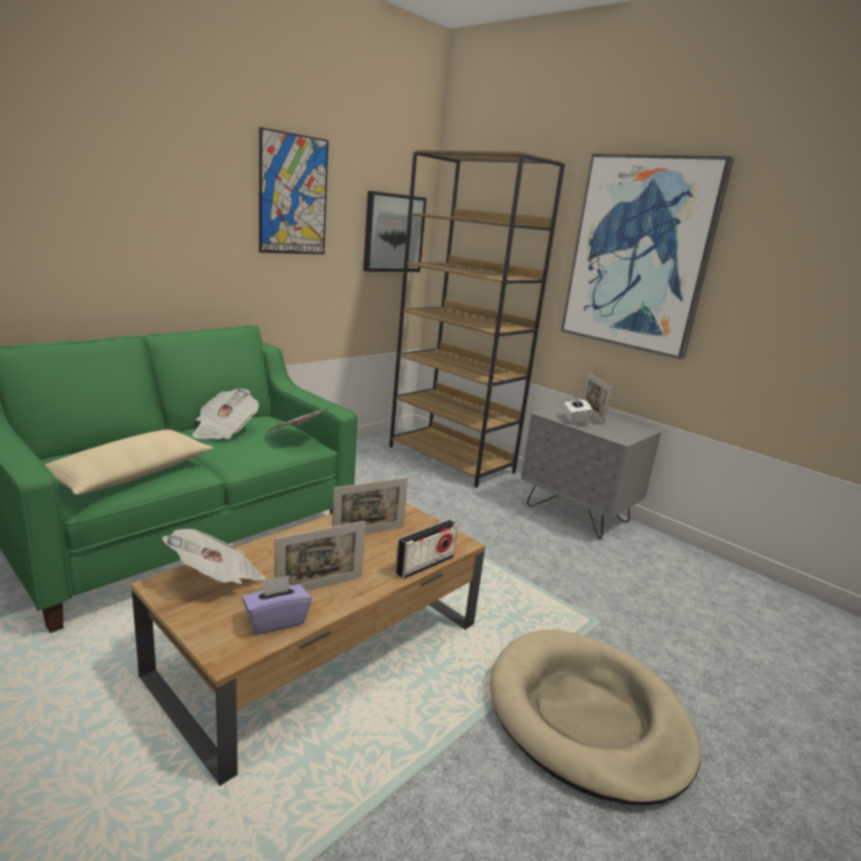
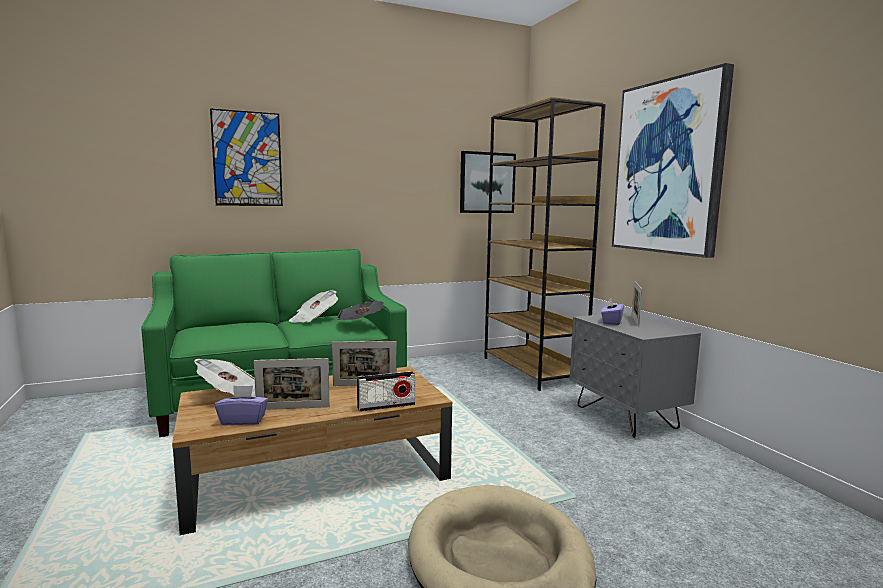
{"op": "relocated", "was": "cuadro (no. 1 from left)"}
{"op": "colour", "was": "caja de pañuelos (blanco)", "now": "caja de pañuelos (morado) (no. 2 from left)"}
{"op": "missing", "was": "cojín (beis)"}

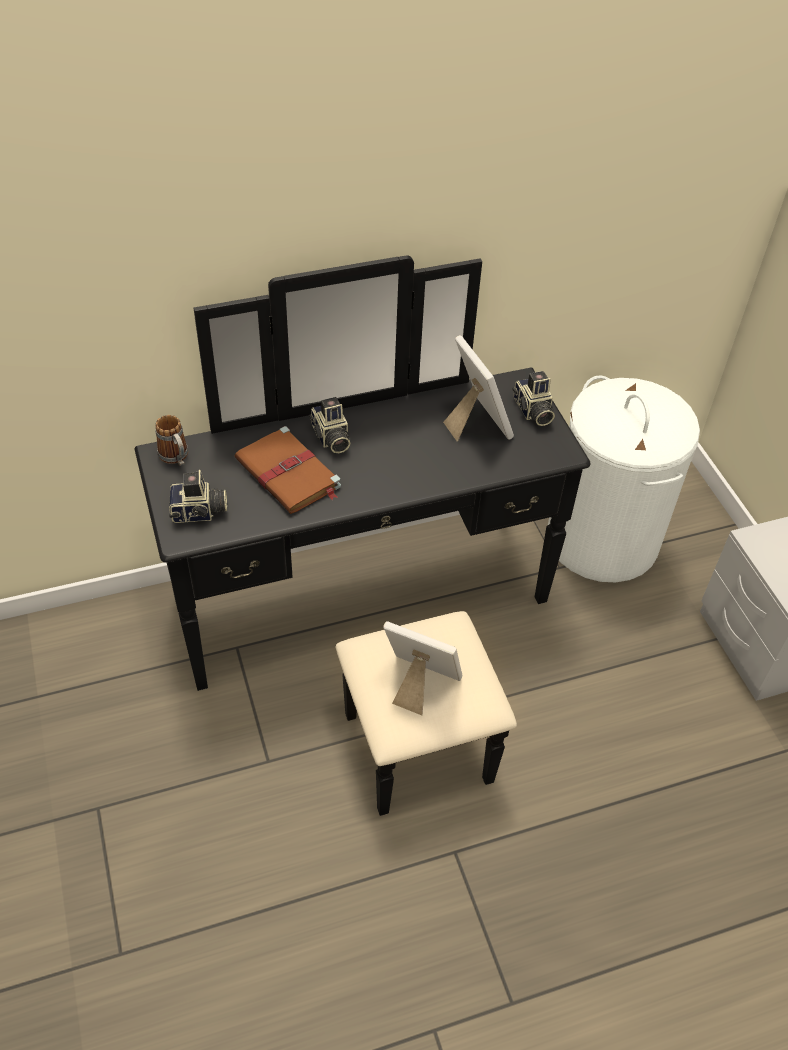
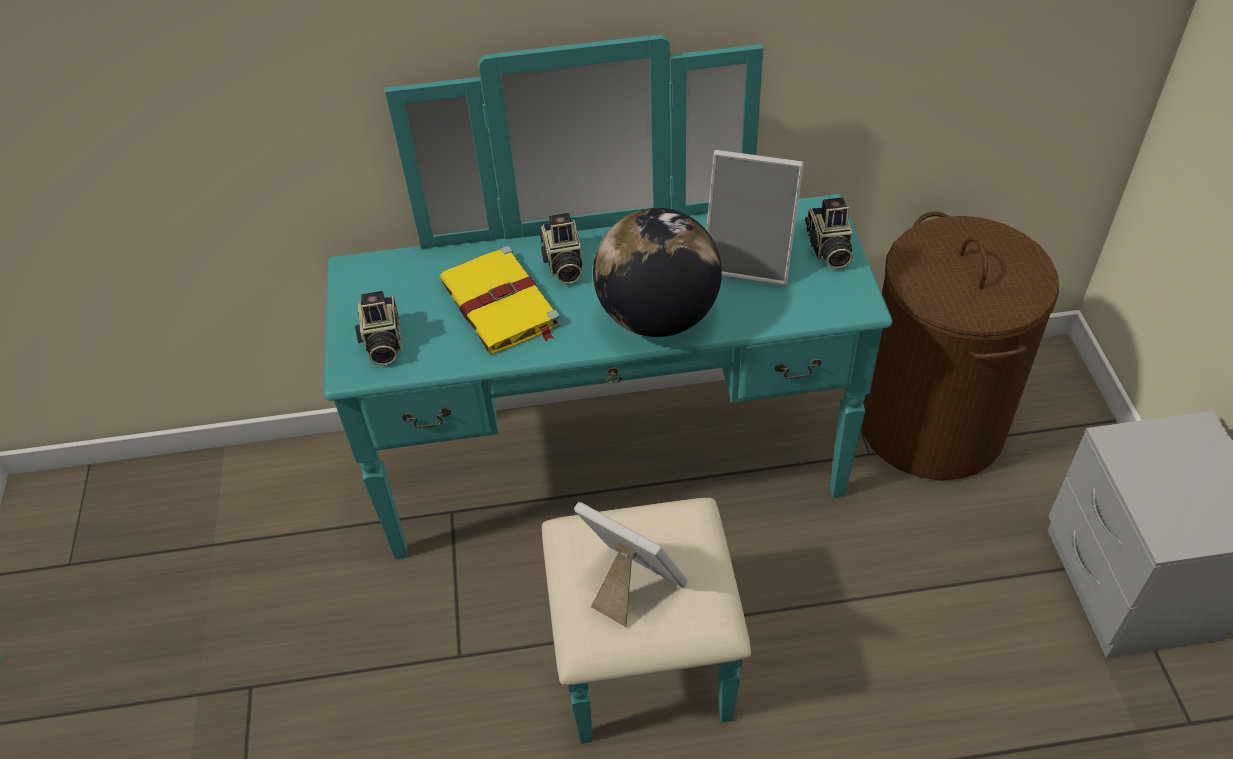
{"op": "colour", "was": "cómoda (negro)", "now": "cómoda (turquesa)"}
{"op": "spun", "was": "cámara (no. 1 from left)", "clockwise": 75}
{"op": "colour", "was": "libro (marrón)", "now": "libro (amarillo)"}
{"op": "appeared", "now": "globo terráqueo"}
{"op": "spun", "was": "portarretratos (no. 2 from left)", "clockwise": 120}
{"op": "colour", "was": "cesto de la ropa (blanco)", "now": "cesto de la ropa (marrón)"}
{"op": "missing", "was": "taza grande"}

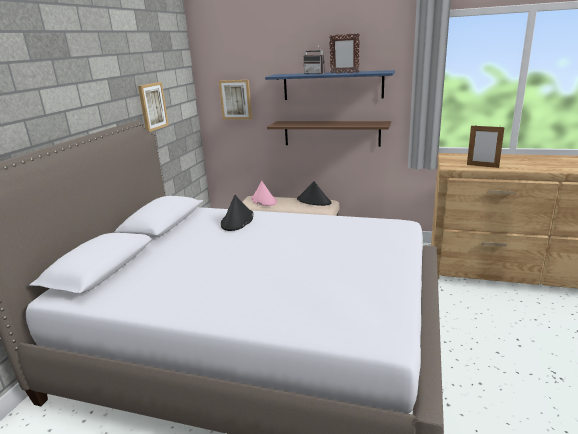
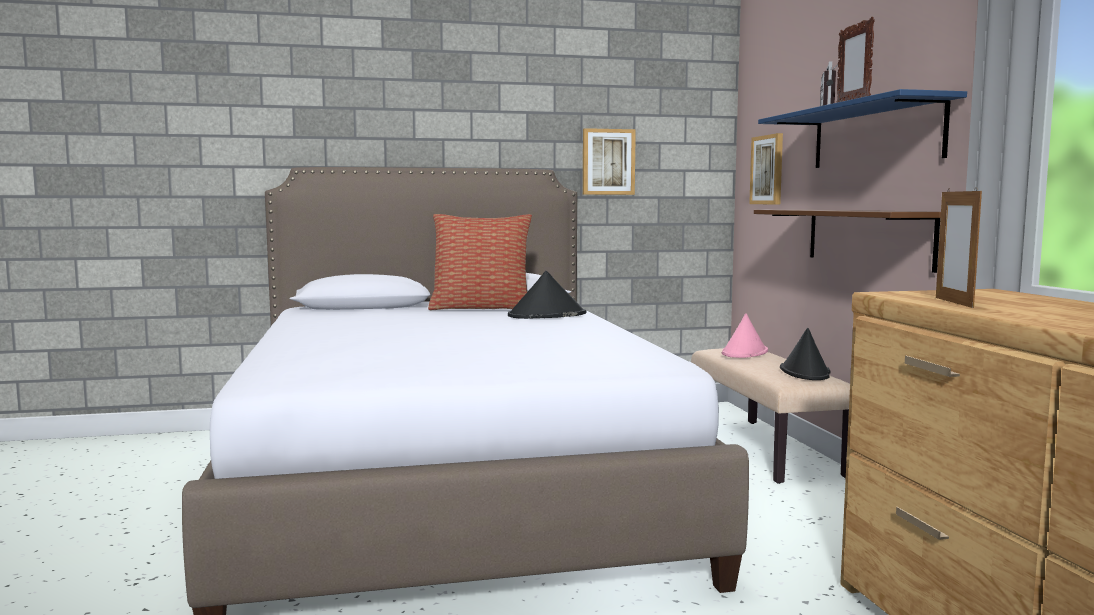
{"op": "appeared", "now": "cojín"}

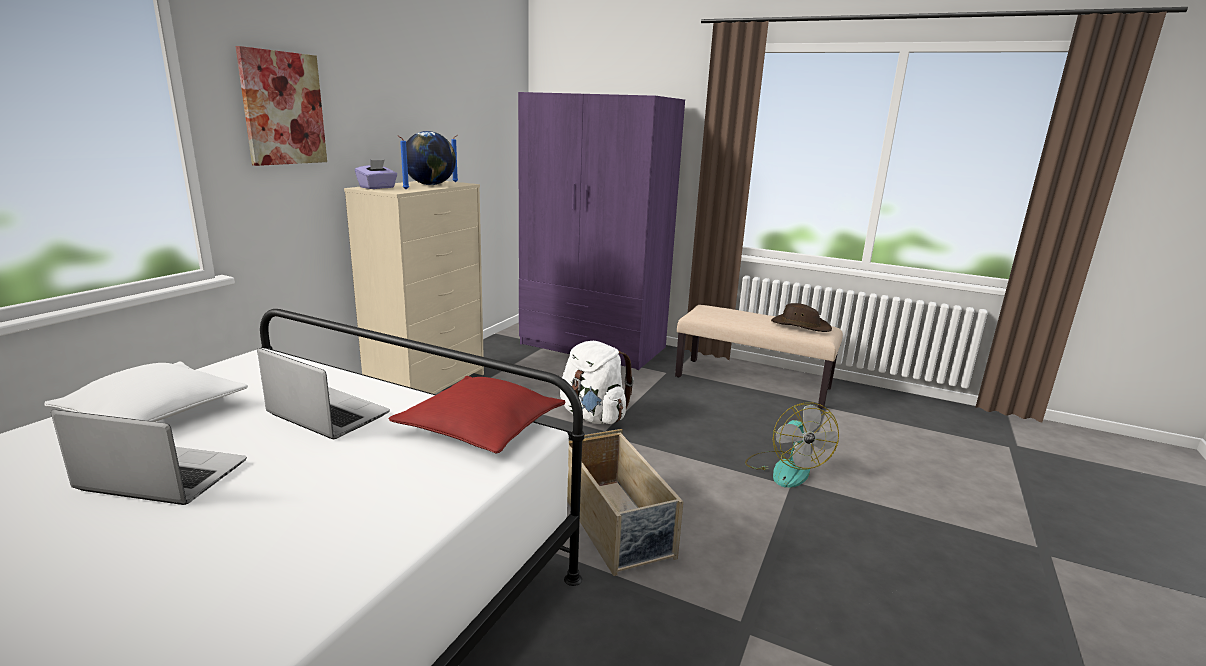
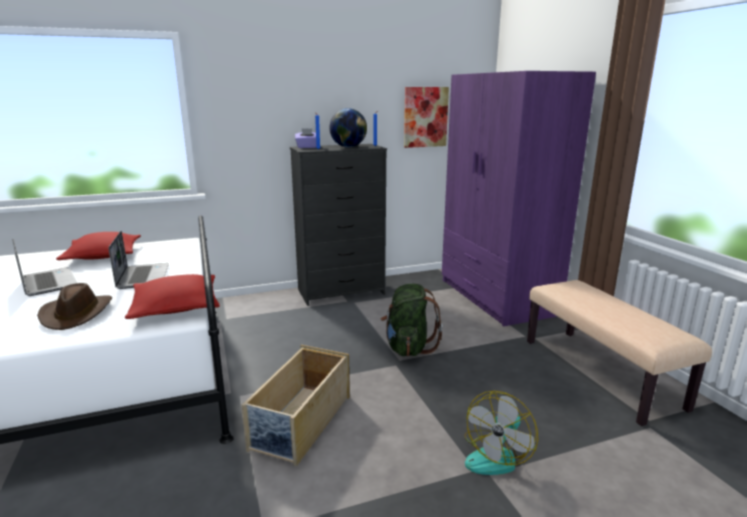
{"op": "relocated", "was": "sombrero (marrón)"}
{"op": "colour", "was": "cojín (blanco)", "now": "cojín (rojo) (no. 1 from left)"}
{"op": "colour", "was": "cómoda (beis)", "now": "cómoda (negro)"}
{"op": "colour", "was": "mochila (blanco)", "now": "mochila (verde)"}
{"op": "relocated", "was": "cuadro"}

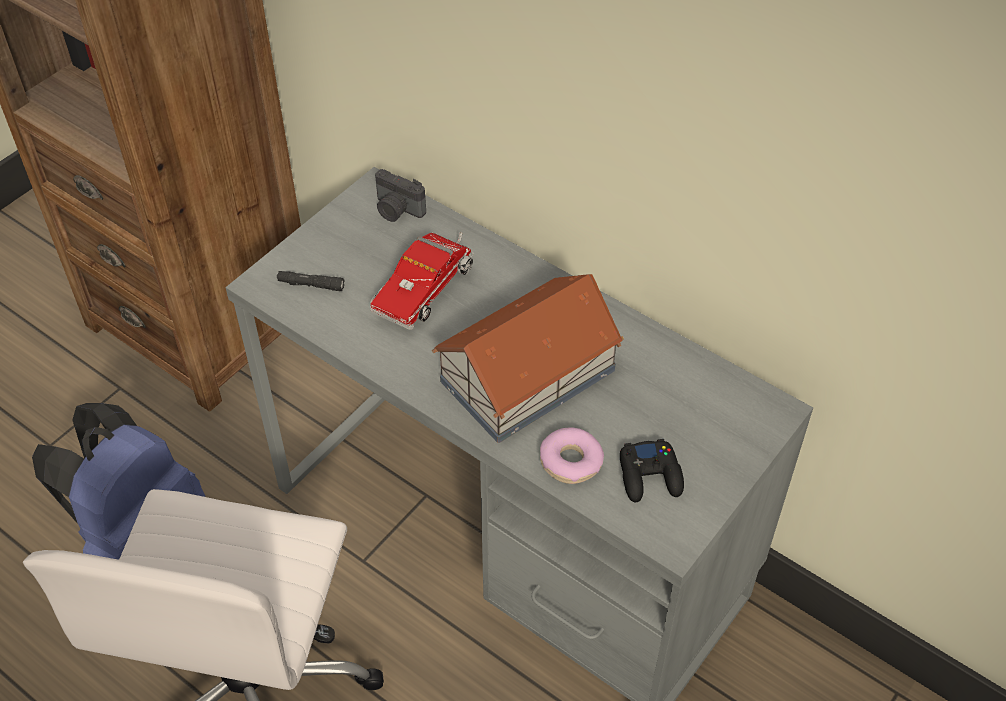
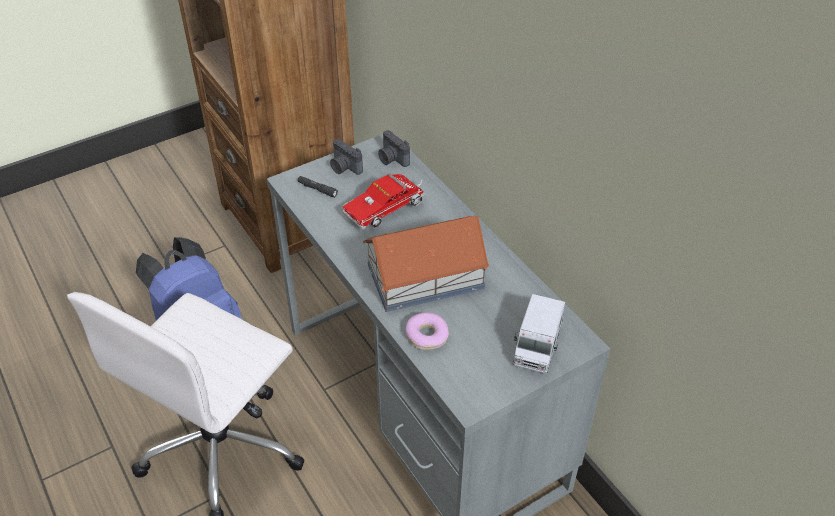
{"op": "appeared", "now": "cámara (no. 1 from left)"}
{"op": "appeared", "now": "camión de juguete (no. 2 from left)"}
{"op": "missing", "was": "mando de consola (negro)"}

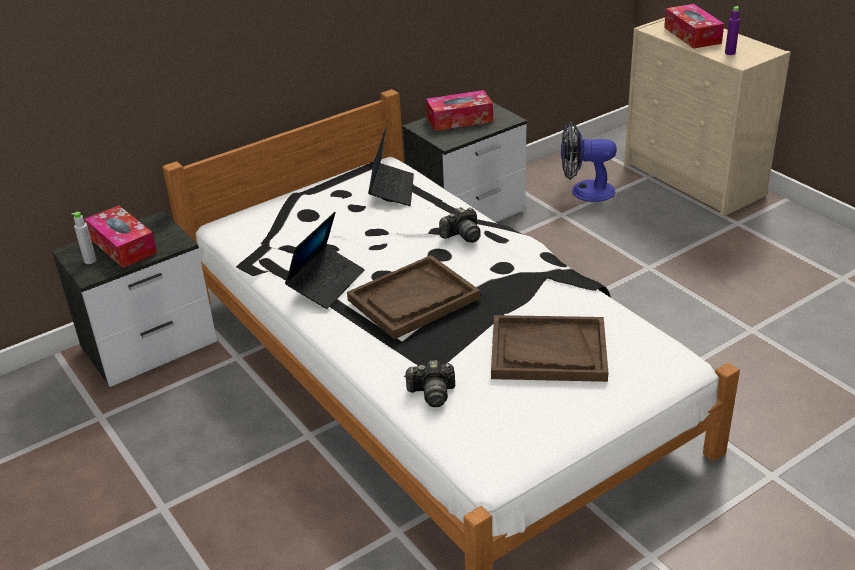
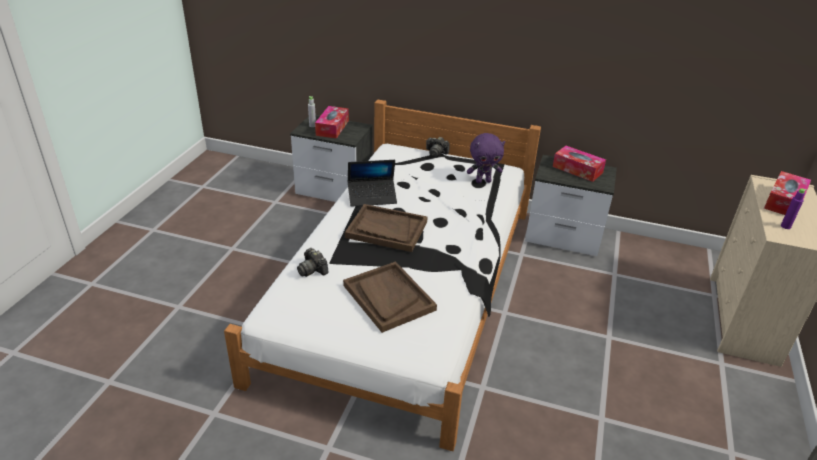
{"op": "relocated", "was": "cámara (no. 2 from left)"}
{"op": "exchanged", "was": "portátil (no. 2 from left)", "now": "peluche (morado)"}
{"op": "missing", "was": "ventilador"}

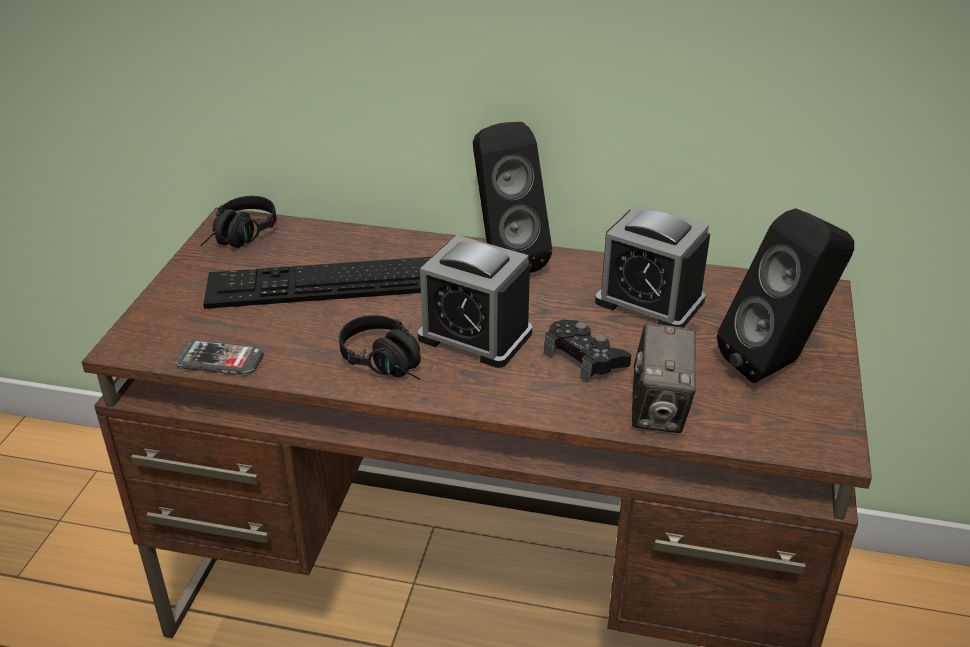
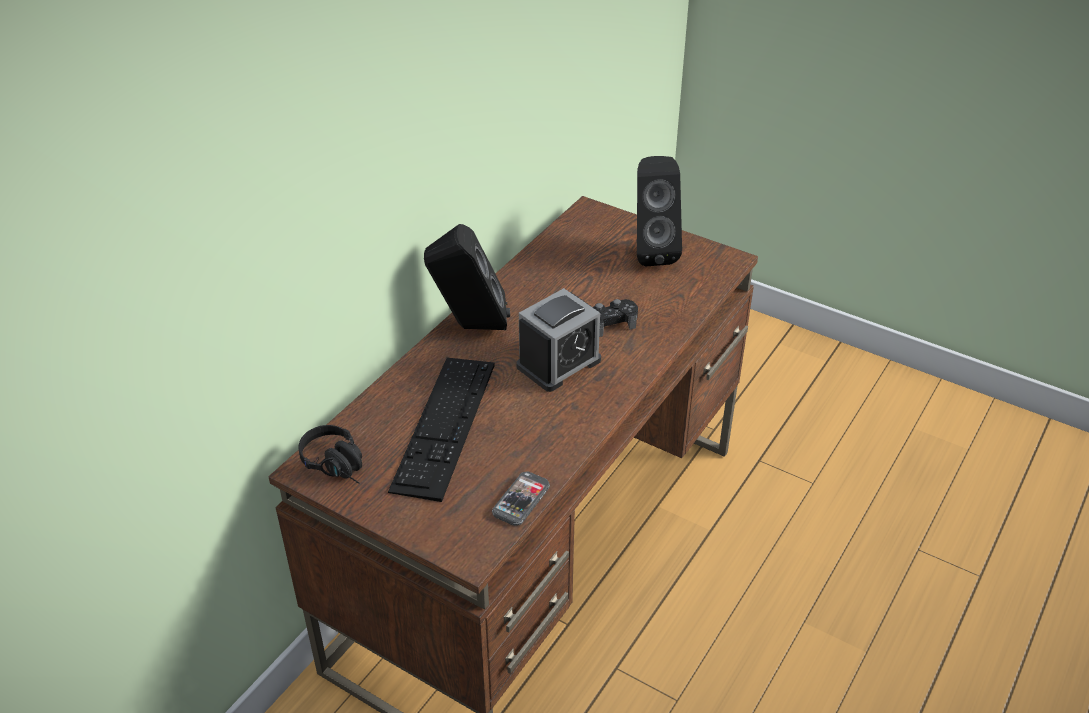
{"op": "missing", "was": "auriculares (negro) (no. 2 from left)"}
{"op": "missing", "was": "despertador (no. 2 from left)"}
{"op": "missing", "was": "cámara"}

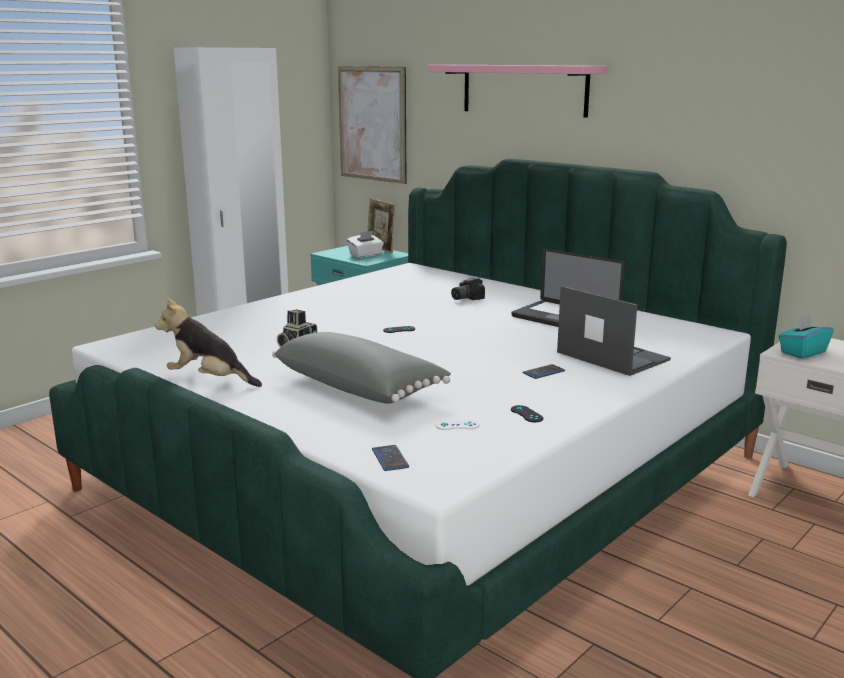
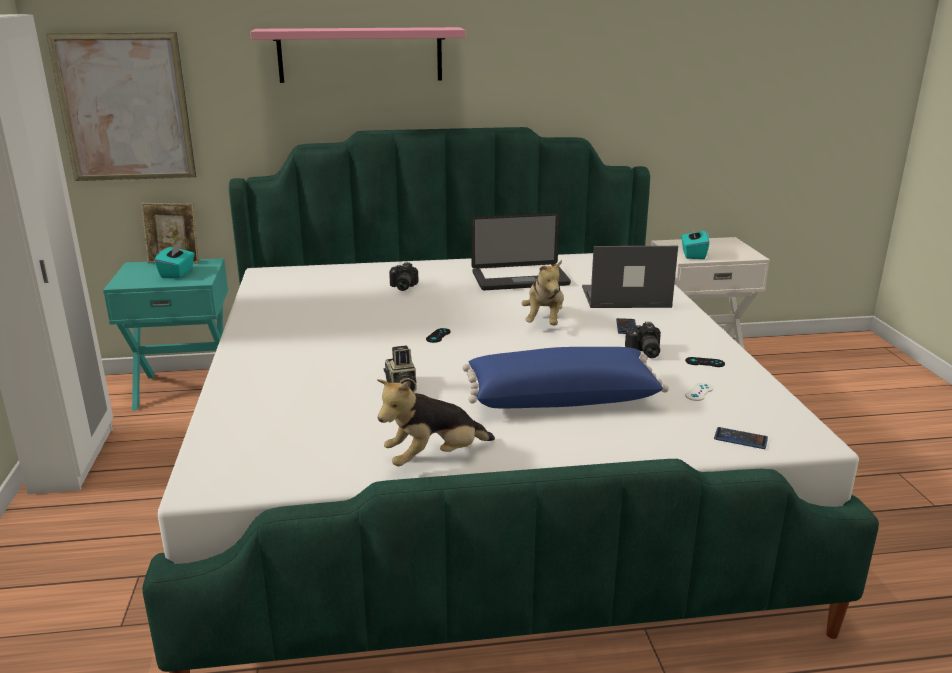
{"op": "colour", "was": "caja de pañuelos (blanco)", "now": "caja de pañuelos (turquesa) (no. 1 from left)"}
{"op": "colour", "was": "cojín (gris)", "now": "cojín (azul)"}
{"op": "appeared", "now": "peluche (no. 2 from left)"}
{"op": "appeared", "now": "cámara (no. 3 from left)"}

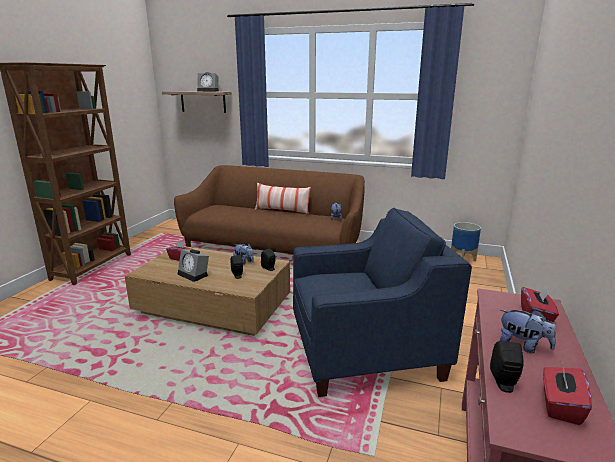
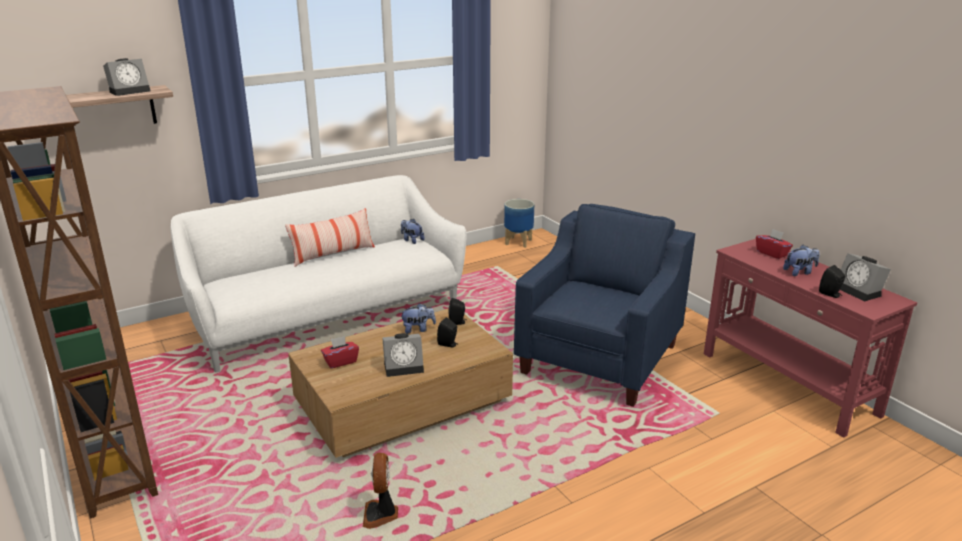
{"op": "colour", "was": "sofá (marrón)", "now": "sofá (blanco)"}
{"op": "appeared", "now": "ventilador"}
{"op": "exchanged", "was": "caja de pañuelos (rojo) (no. 3 from left)", "now": "despertador (no. 3 from left)"}

